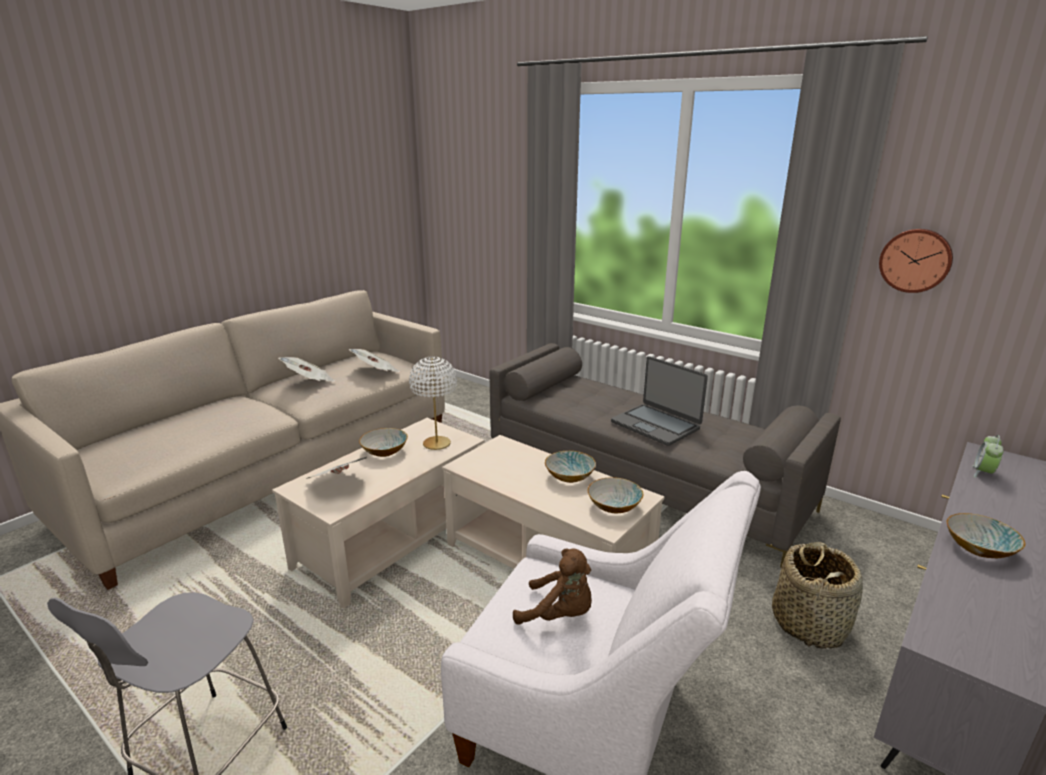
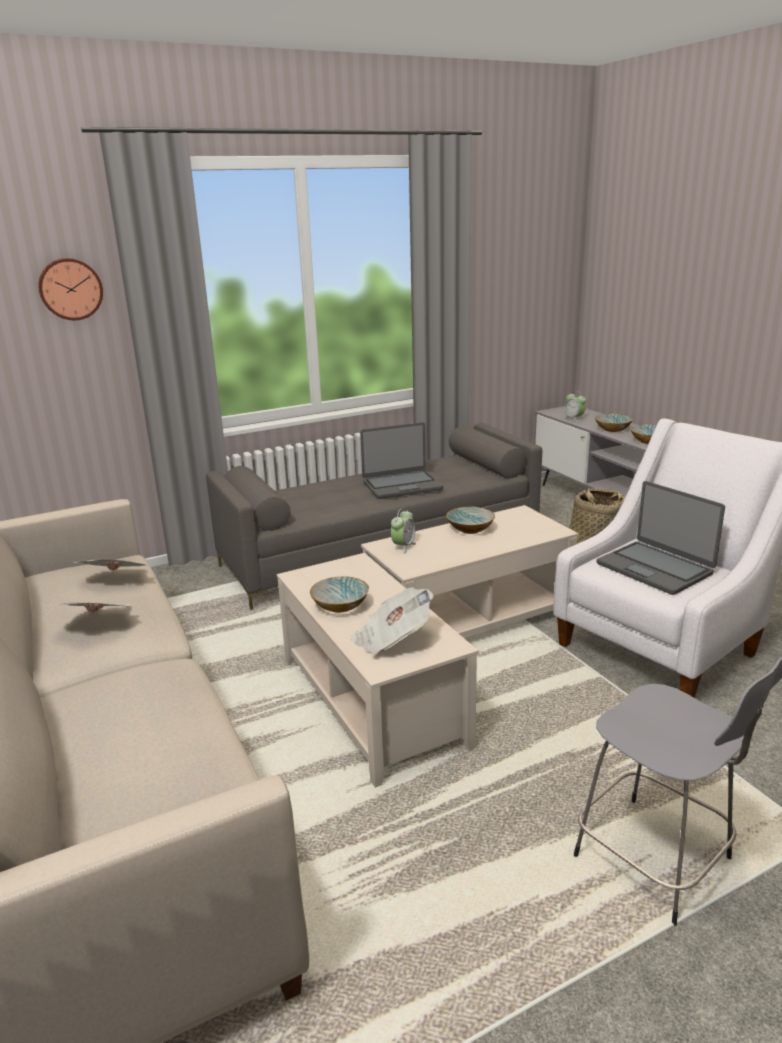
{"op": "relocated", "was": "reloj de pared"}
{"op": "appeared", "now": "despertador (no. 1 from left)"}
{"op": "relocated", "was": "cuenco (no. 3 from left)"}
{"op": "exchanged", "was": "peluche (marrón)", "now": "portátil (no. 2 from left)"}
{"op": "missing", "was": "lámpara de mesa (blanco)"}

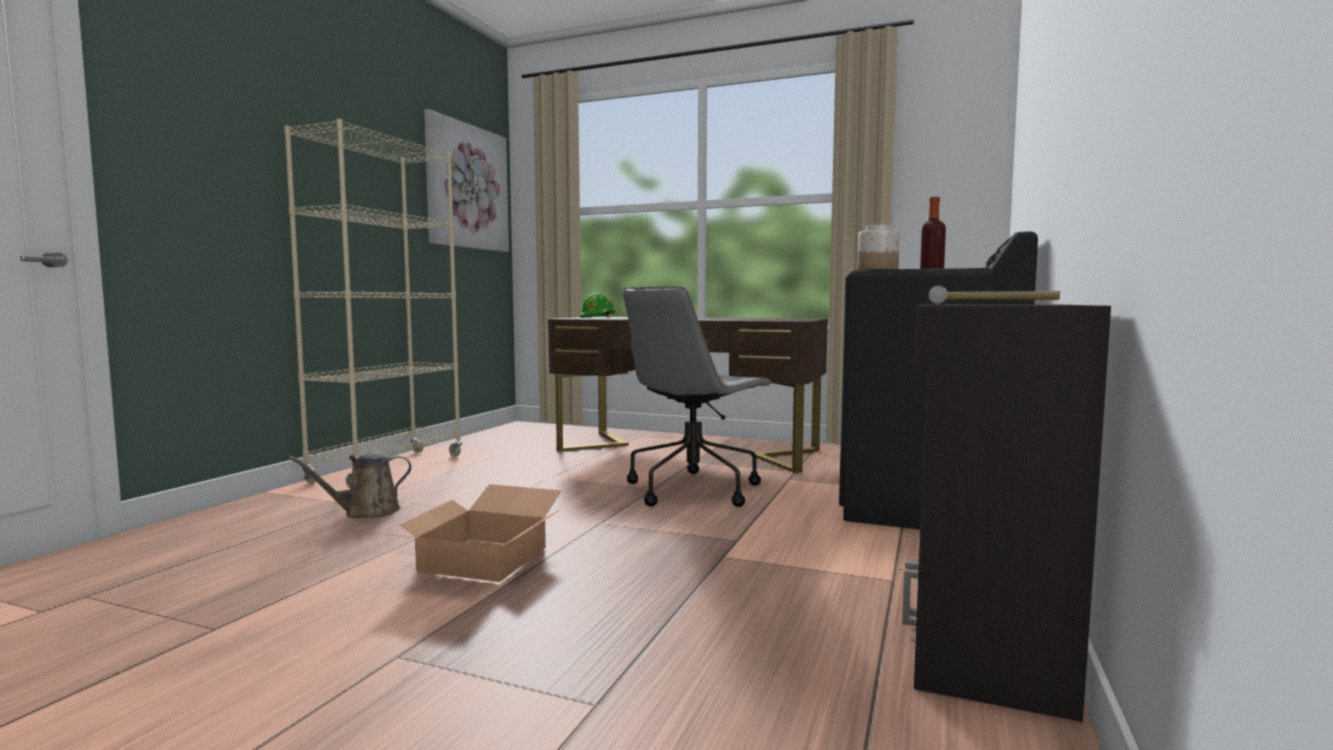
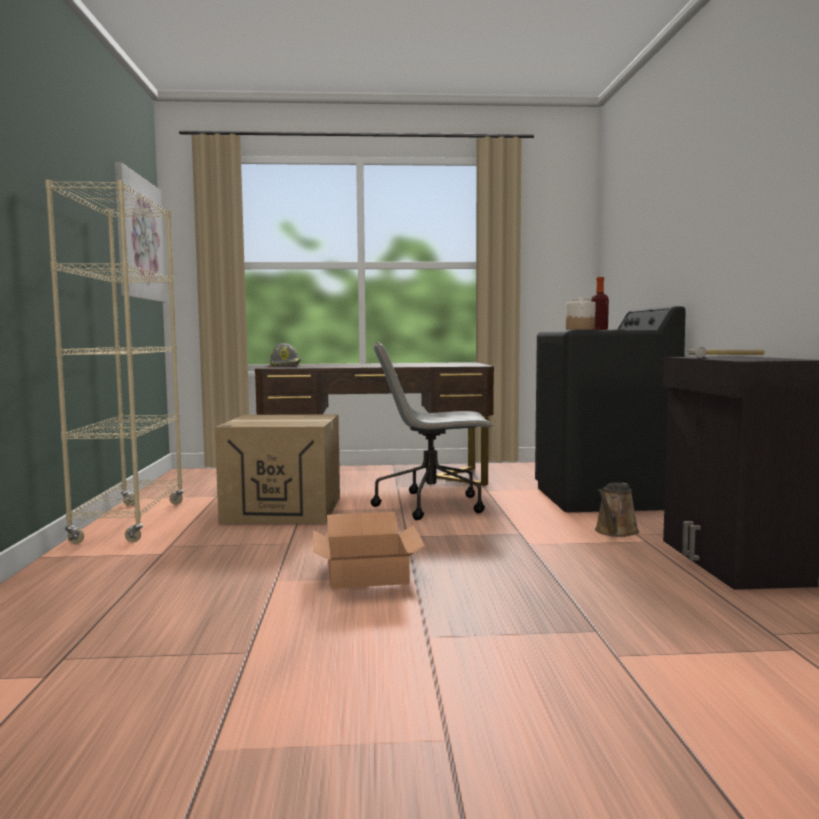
{"op": "appeared", "now": "caja de cartón (no. 1 from left)"}
{"op": "colour", "was": "casco (verde)", "now": "casco (gris)"}
{"op": "spun", "was": "silla de oficina (gris)", "clockwise": 75}
{"op": "relocated", "was": "regadera (marrón)"}

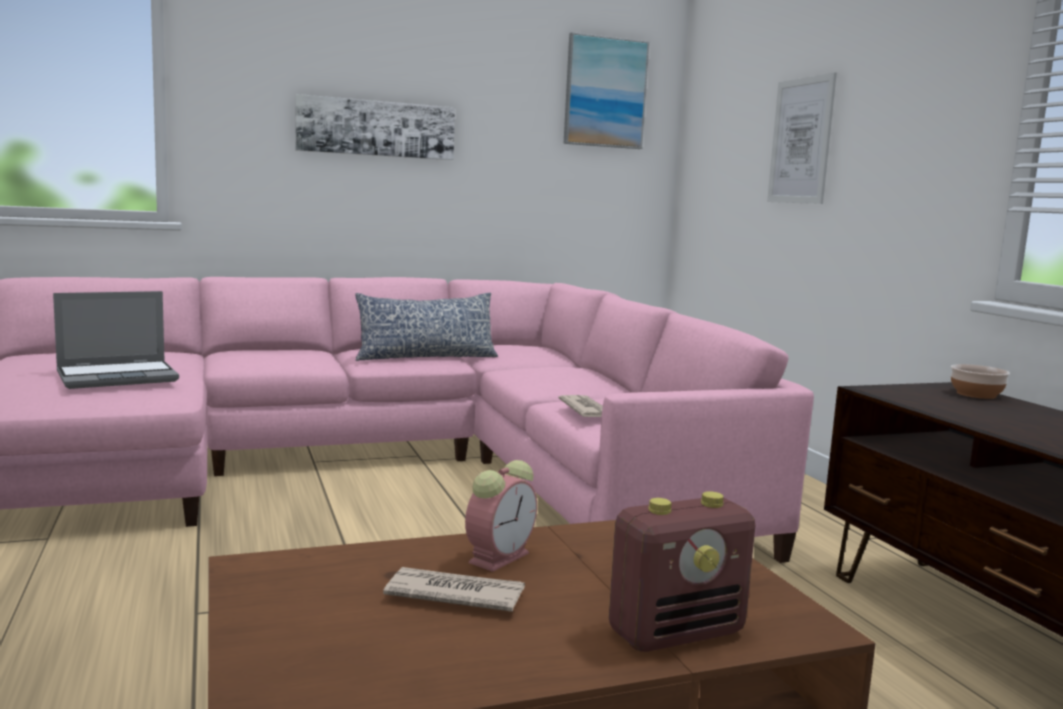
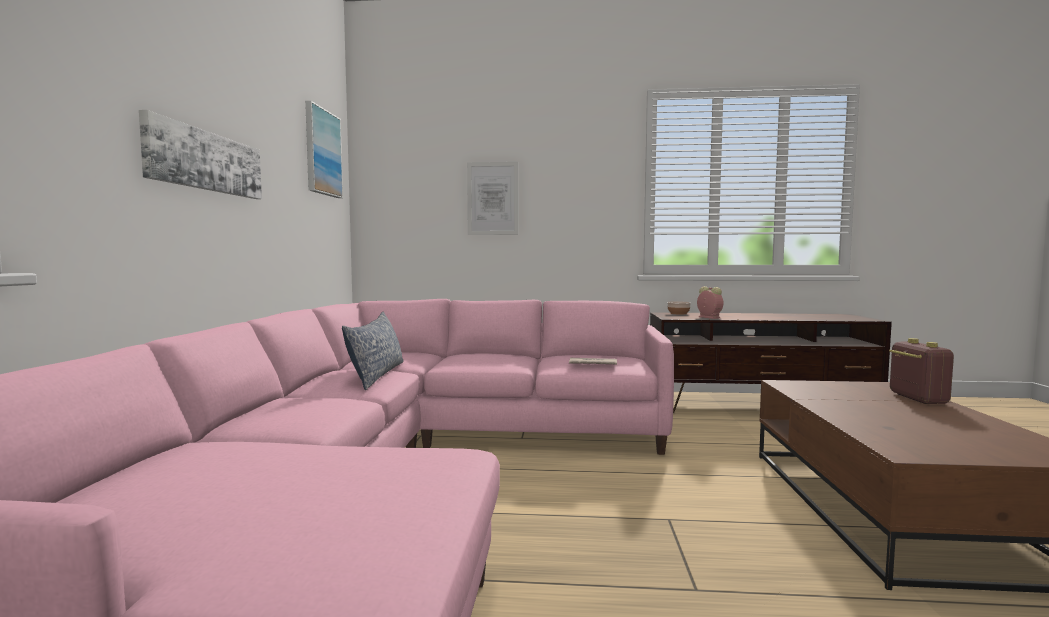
{"op": "relocated", "was": "despertador"}
{"op": "missing", "was": "portátil"}
{"op": "missing", "was": "periódico (no. 1 from left)"}

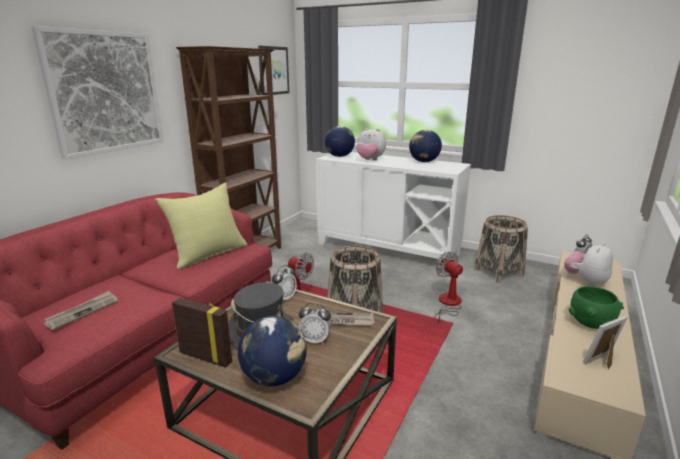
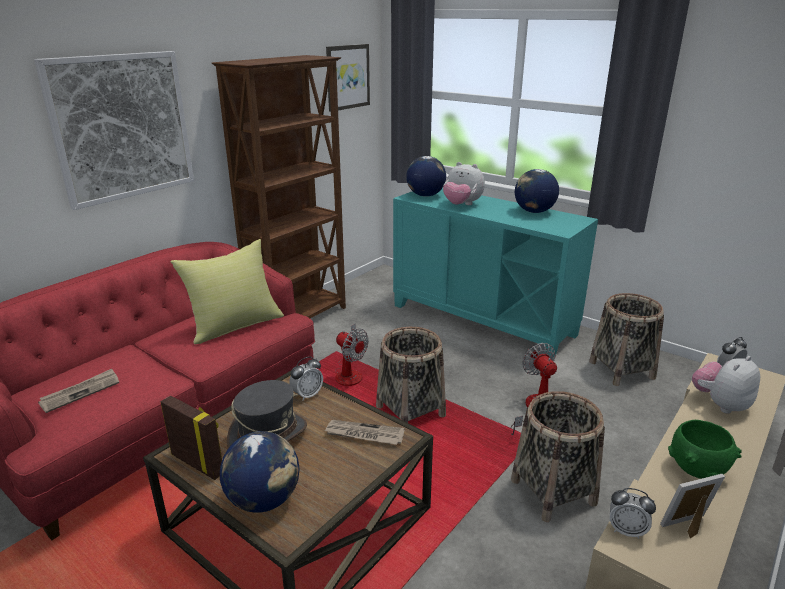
{"op": "colour", "was": "armario (blanco)", "now": "armario (turquesa)"}
{"op": "appeared", "now": "cesta (no. 2 from left)"}
{"op": "relocated", "was": "despertador (no. 2 from left)"}

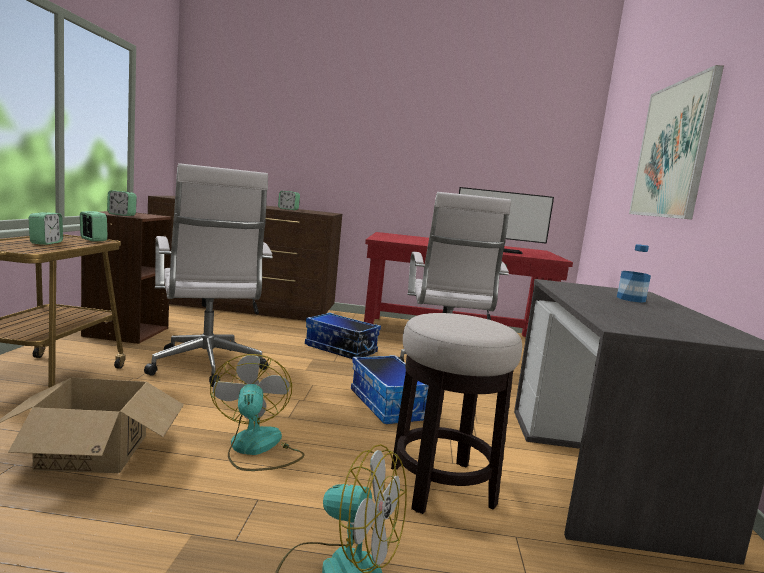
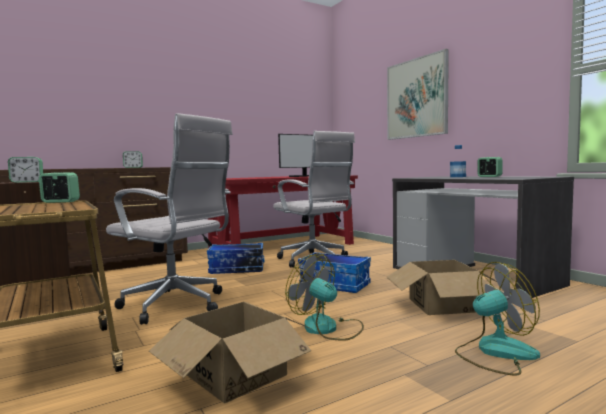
{"op": "exchanged", "was": "taburete", "now": "caja de cartón (no. 2 from left)"}
{"op": "relocated", "was": "despertador (no. 1 from left in the first image)", "now": "despertador (no. 4 from left)"}

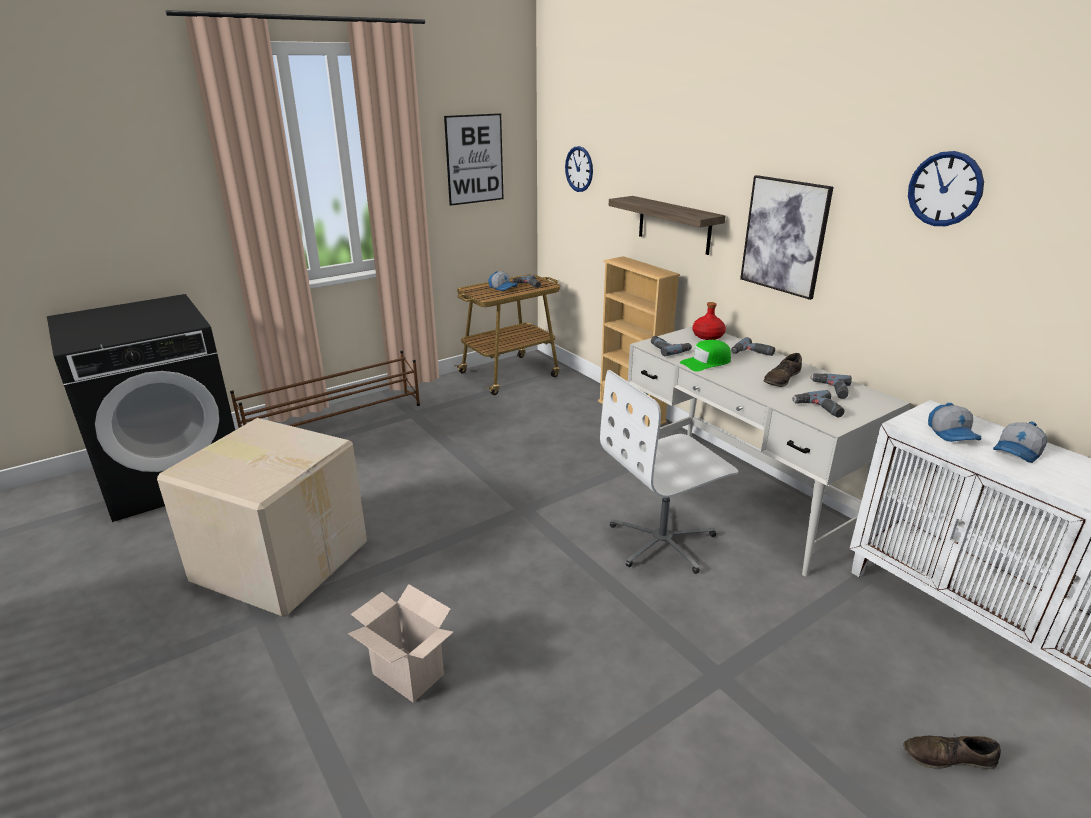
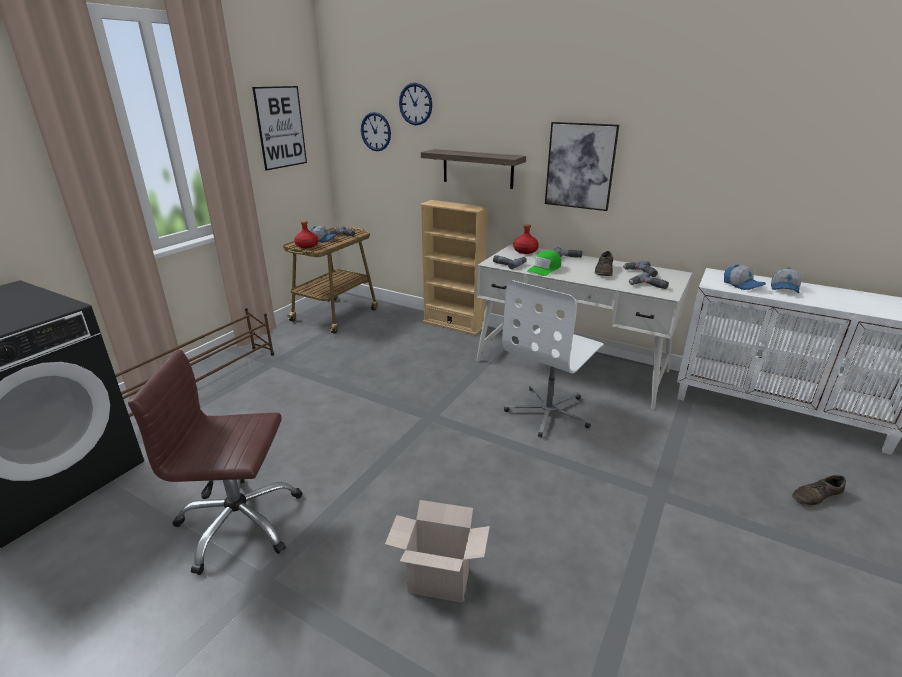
{"op": "exchanged", "was": "caja de cartón (no. 1 from left)", "now": "silla de oficina (marrón)"}
{"op": "appeared", "now": "botella (rojo) (no. 1 from left)"}
{"op": "relocated", "was": "reloj de pared (no. 2 from left)"}

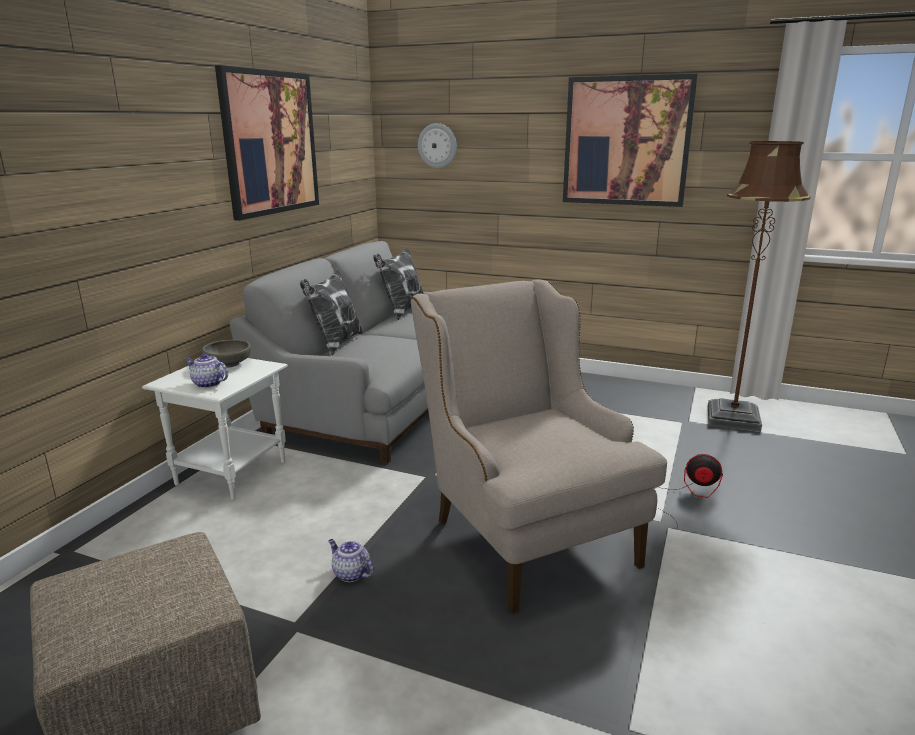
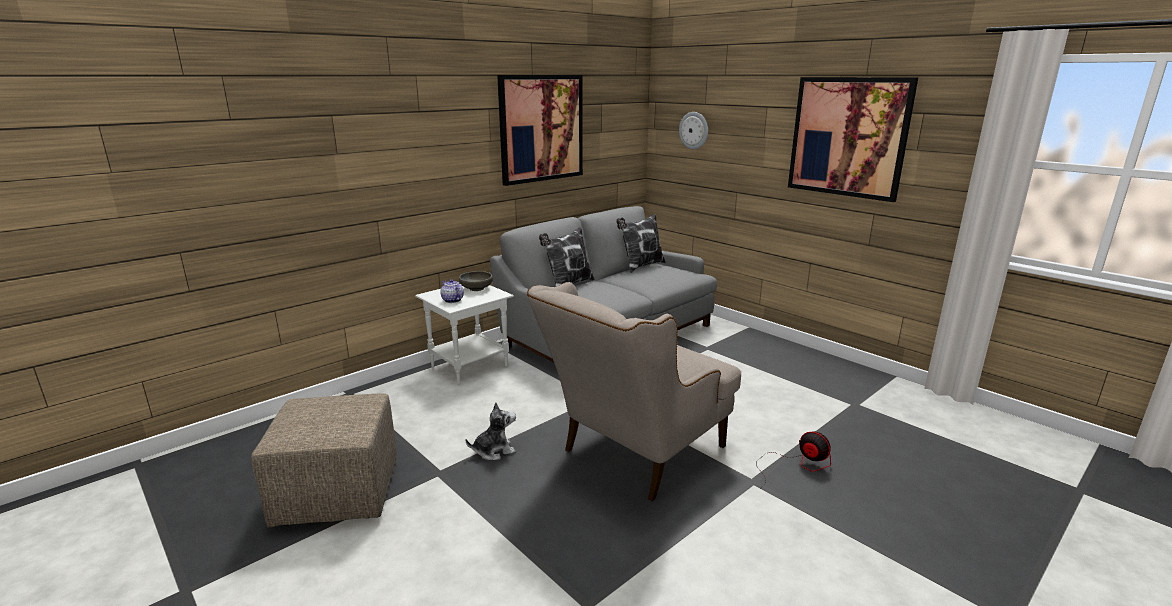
{"op": "exchanged", "was": "tetera (no. 2 from left)", "now": "peluche"}
{"op": "spun", "was": "sillón (beis)", "clockwise": -135}
{"op": "missing", "was": "lámpara de pie (marrón)"}

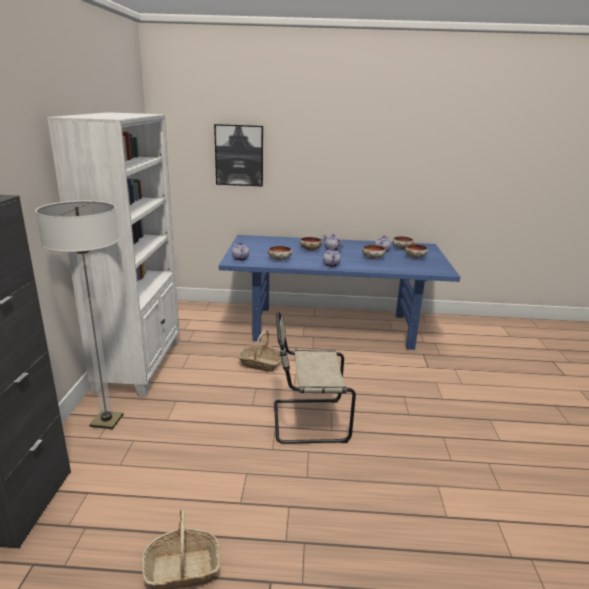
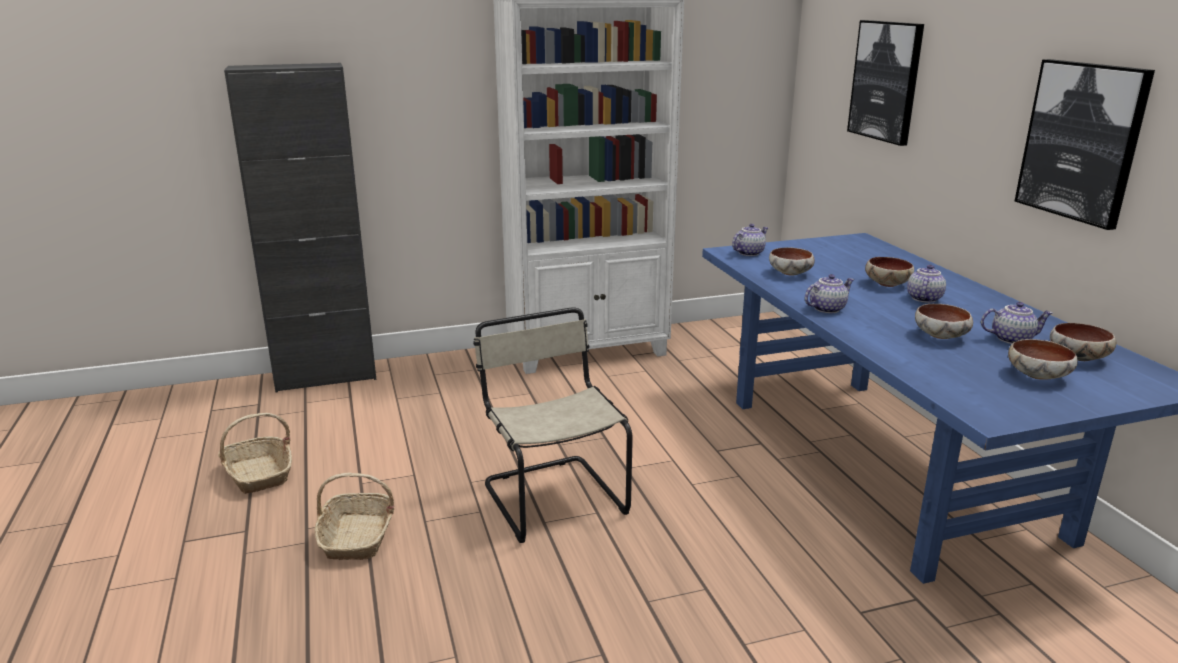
{"op": "relocated", "was": "cesta (no. 2 from left)"}
{"op": "appeared", "now": "cuadro (no. 2 from left)"}
{"op": "missing", "was": "lámpara de pie"}

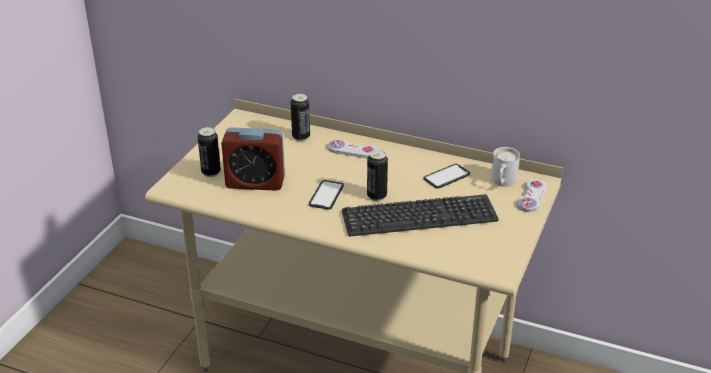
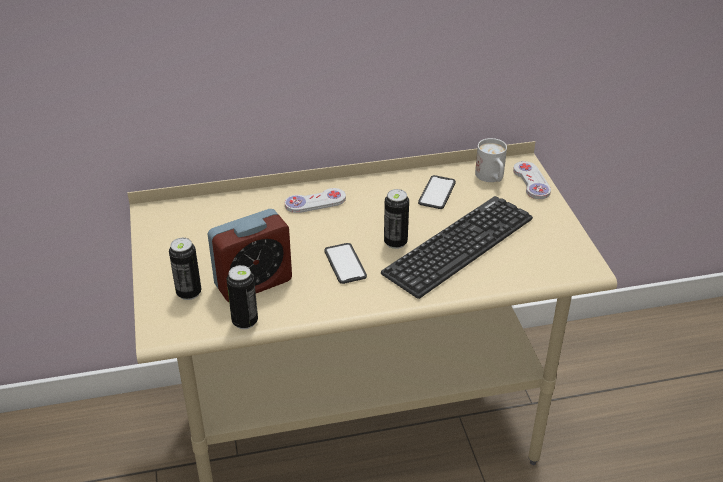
{"op": "relocated", "was": "lata (no. 2 from left)"}

